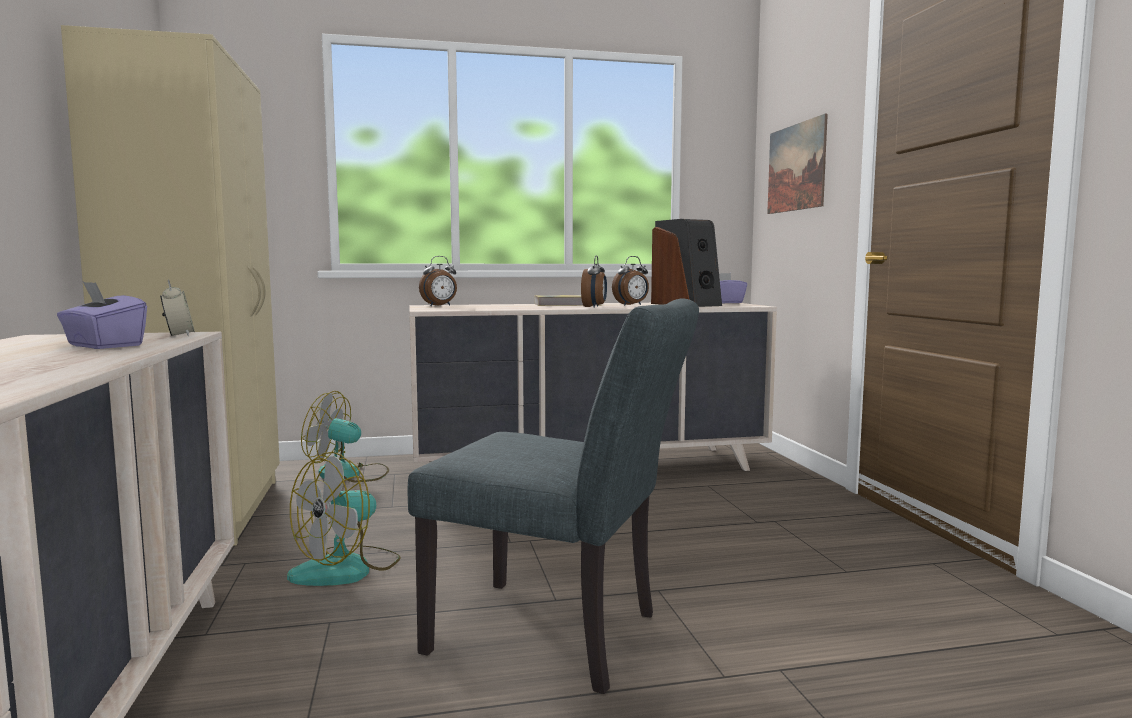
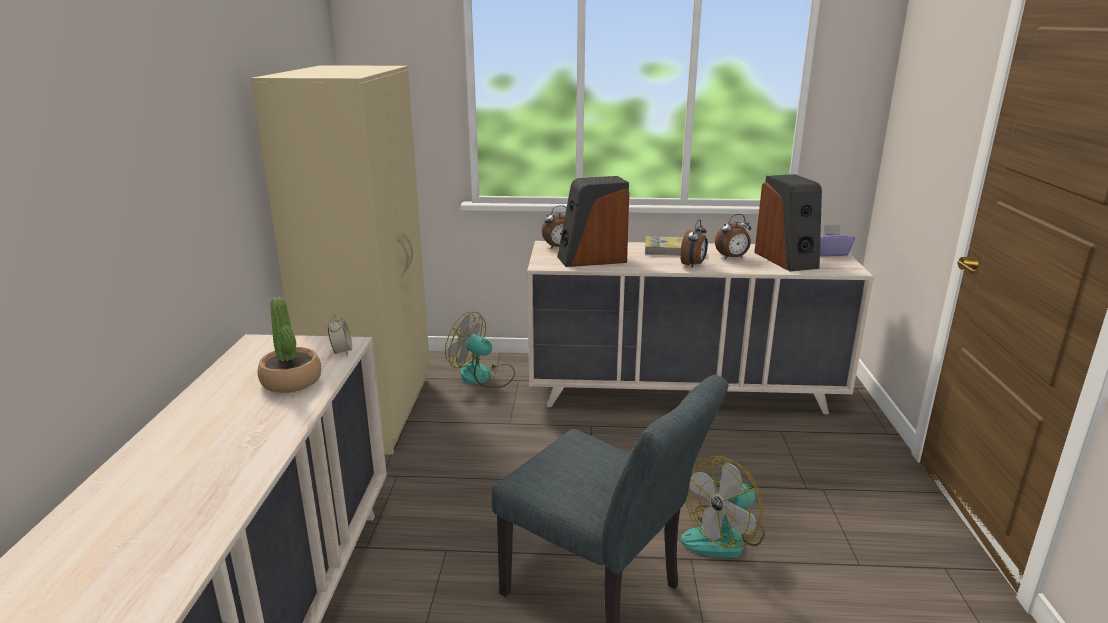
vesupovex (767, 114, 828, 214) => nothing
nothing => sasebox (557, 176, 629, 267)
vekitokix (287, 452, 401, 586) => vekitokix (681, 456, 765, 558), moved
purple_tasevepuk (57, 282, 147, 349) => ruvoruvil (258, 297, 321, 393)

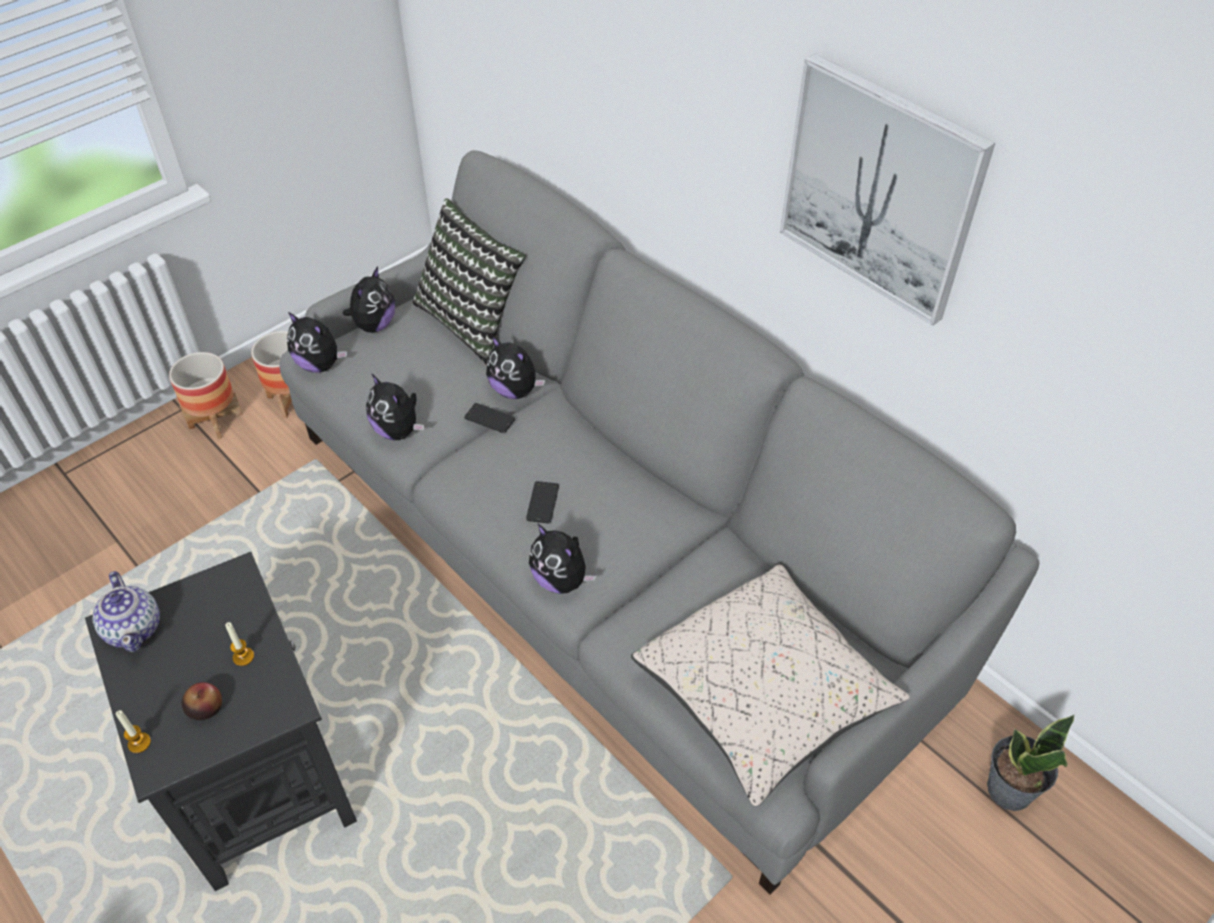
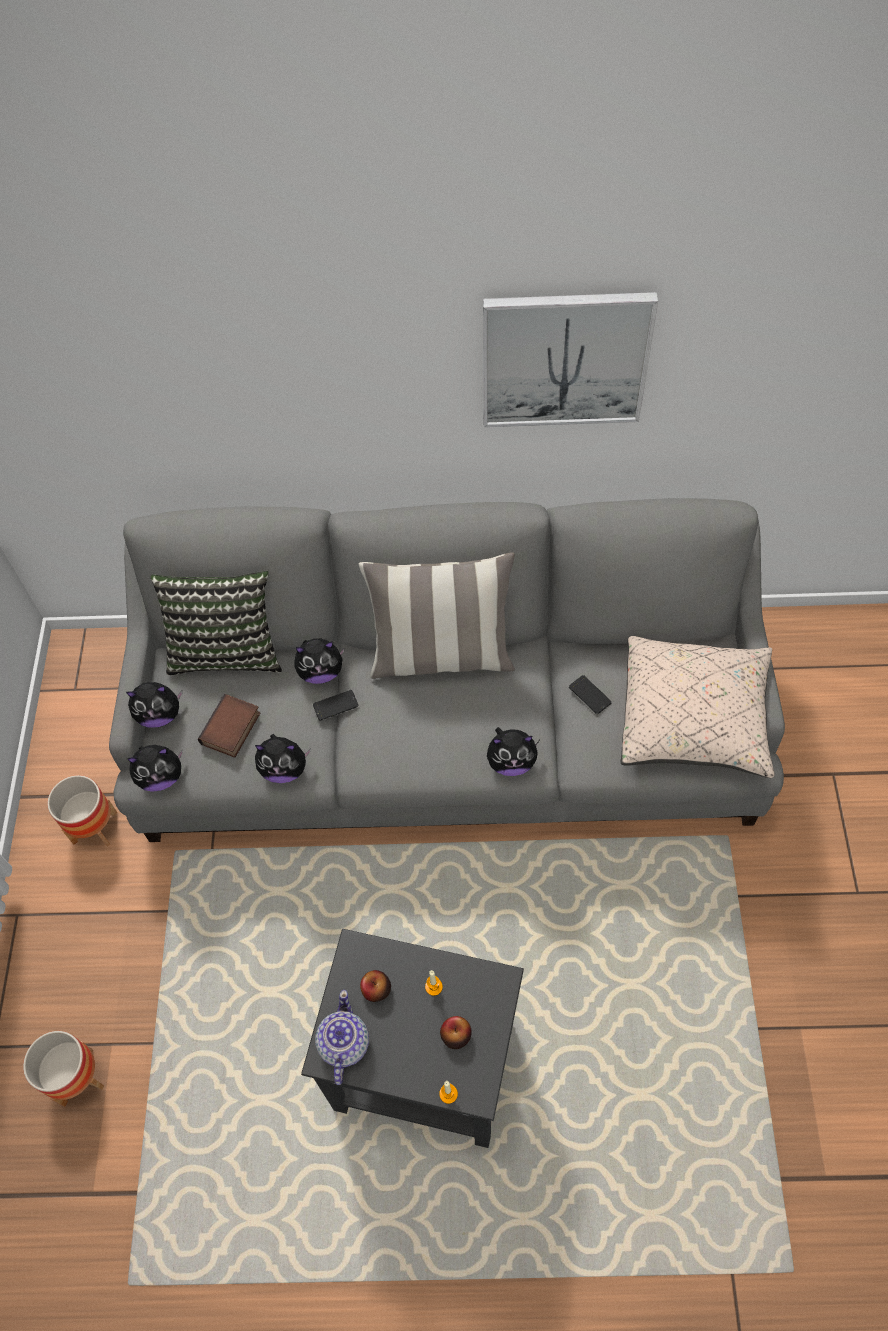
ruvoruvil (987, 715, 1074, 811) => nothing
nothing => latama (198, 694, 260, 758)
nothing => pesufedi (359, 553, 515, 679)
nothing => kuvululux (360, 970, 391, 1002)
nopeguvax (169, 352, 243, 439) => nopeguvax (23, 1031, 104, 1107), moved
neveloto (526, 481, 559, 523) => neveloto (569, 675, 612, 714), moved
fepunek (92, 571, 160, 652) => fepunek (315, 990, 369, 1085), 105 degrees counterclockwise
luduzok (343, 266, 395, 333) => luduzok (126, 682, 183, 728), 105 degrees clockwise

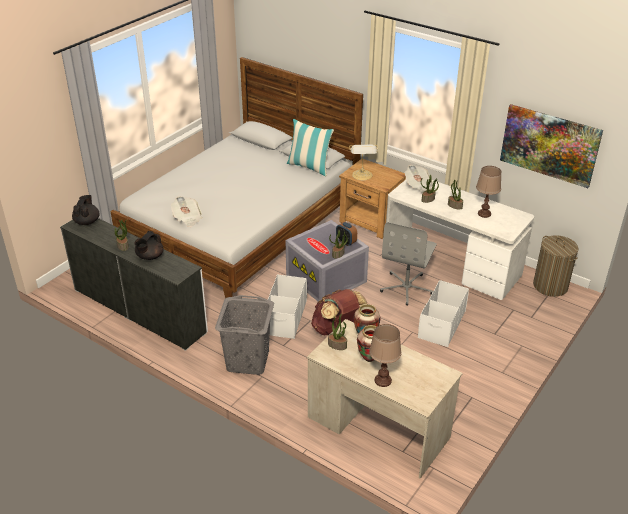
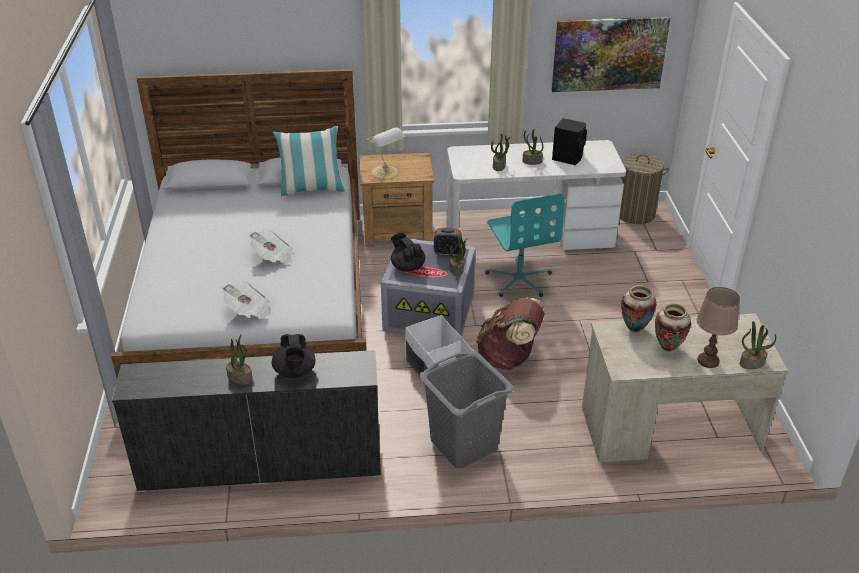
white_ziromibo (418, 280, 469, 347) => nothing
black_fepunek (72, 195, 100, 225) => black_fepunek (391, 233, 426, 272), moved
ruvoruvil (328, 313, 347, 350) => ruvoruvil (740, 321, 776, 369), moved
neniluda (404, 165, 433, 193) => neniluda (249, 230, 293, 265), moved
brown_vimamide (476, 166, 501, 218) => black_sasebox (552, 118, 587, 165)
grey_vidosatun (380, 222, 437, 306) => turquoise_vidosatun (485, 193, 565, 297)

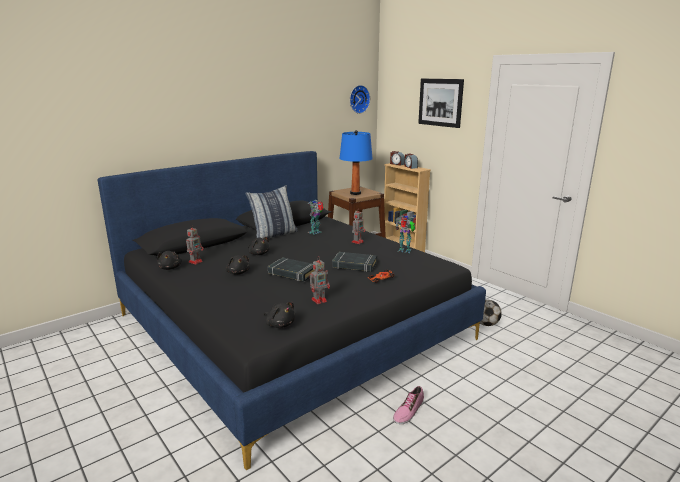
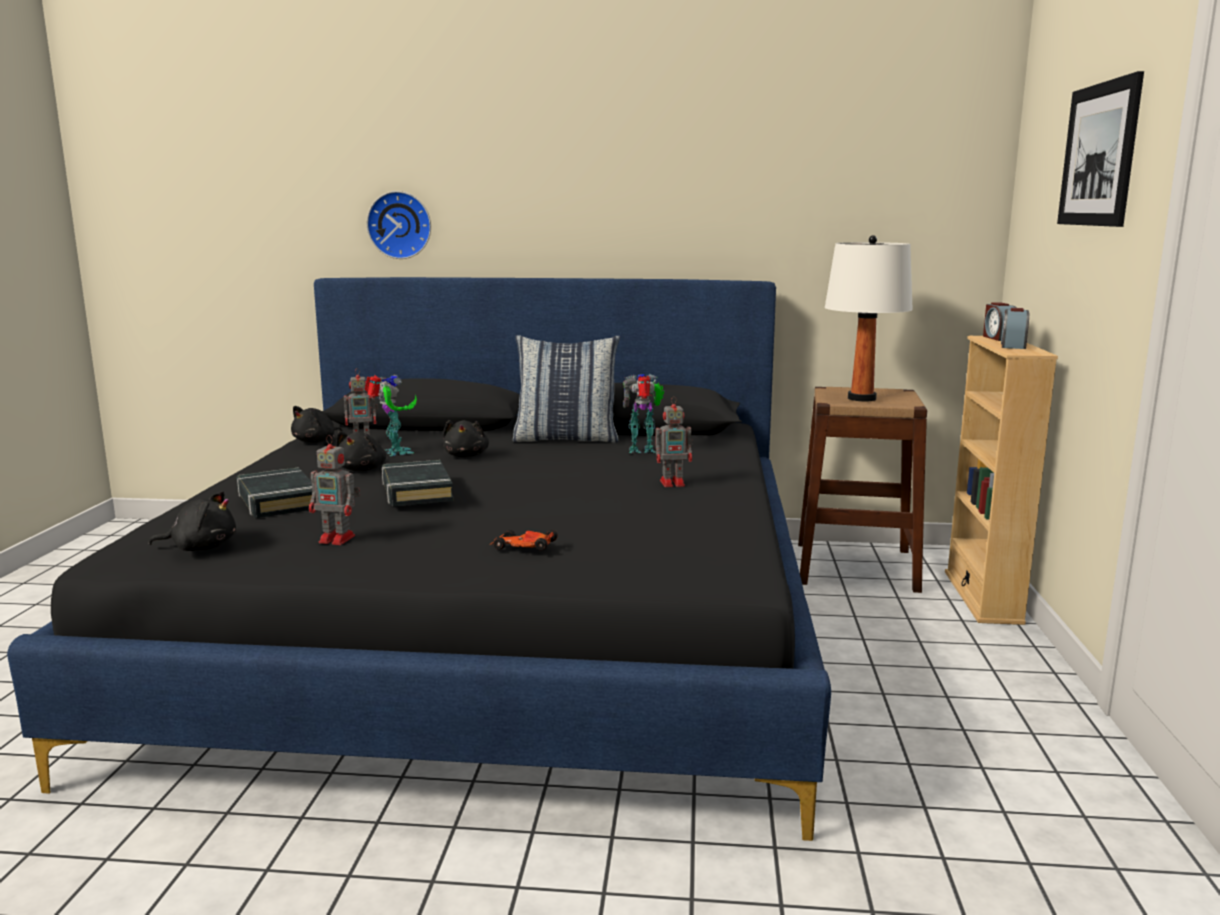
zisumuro (393, 386, 424, 424) => nothing
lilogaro (480, 300, 502, 326) => nothing
black_latama (332, 252, 377, 272) => black_latama (236, 467, 314, 518), moved
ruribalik (350, 85, 370, 114) => ruribalik (367, 191, 431, 259), moved
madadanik (395, 215, 415, 253) => madadanik (364, 375, 417, 456), moved
blue_vimamide (339, 130, 373, 195) => white_vimamide (825, 235, 913, 402)
black_luduzok (264, 301, 295, 328) => black_luduzok (149, 491, 236, 551), 90 degrees counterclockwise

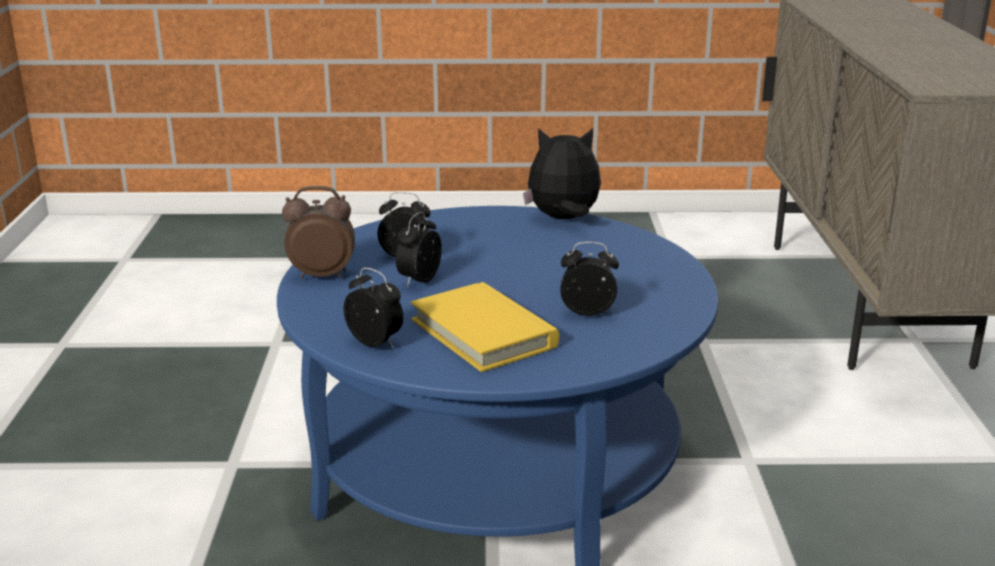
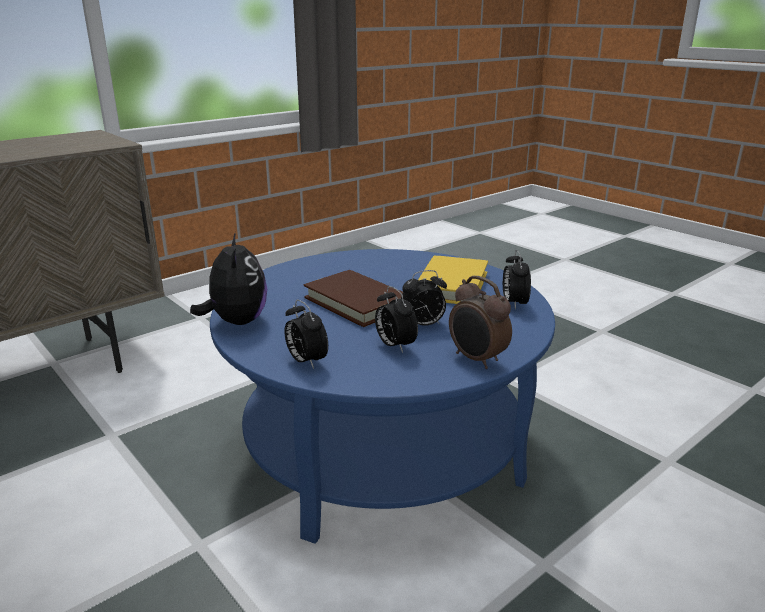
nothing => brown_latama (304, 270, 403, 327)
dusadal (560, 242, 619, 316) => dusadal (284, 300, 328, 369), moved
luduzok (523, 128, 601, 219) => luduzok (190, 232, 267, 325), 150 degrees counterclockwise

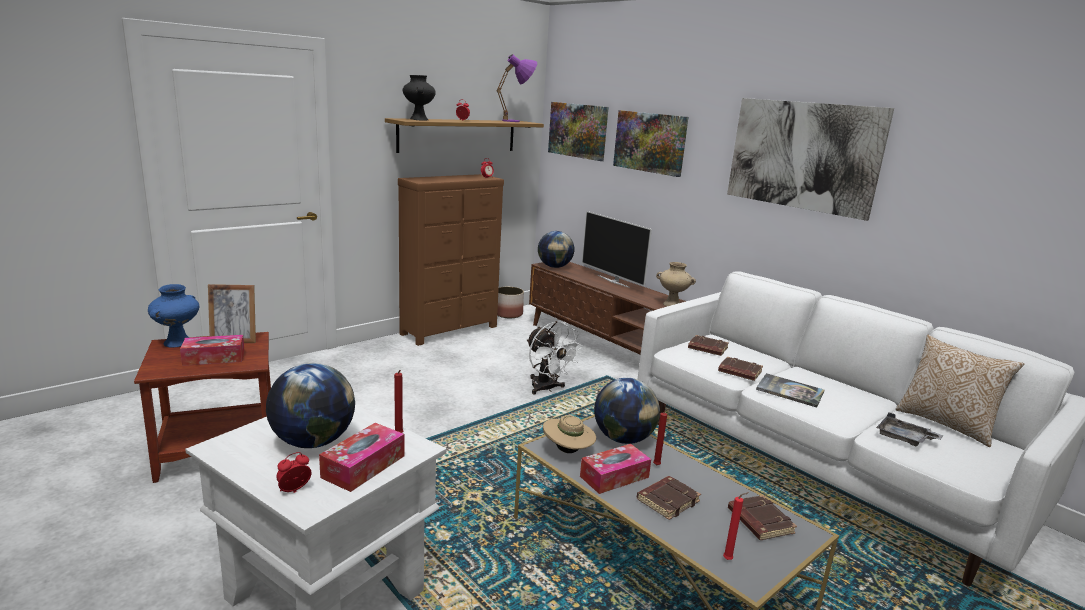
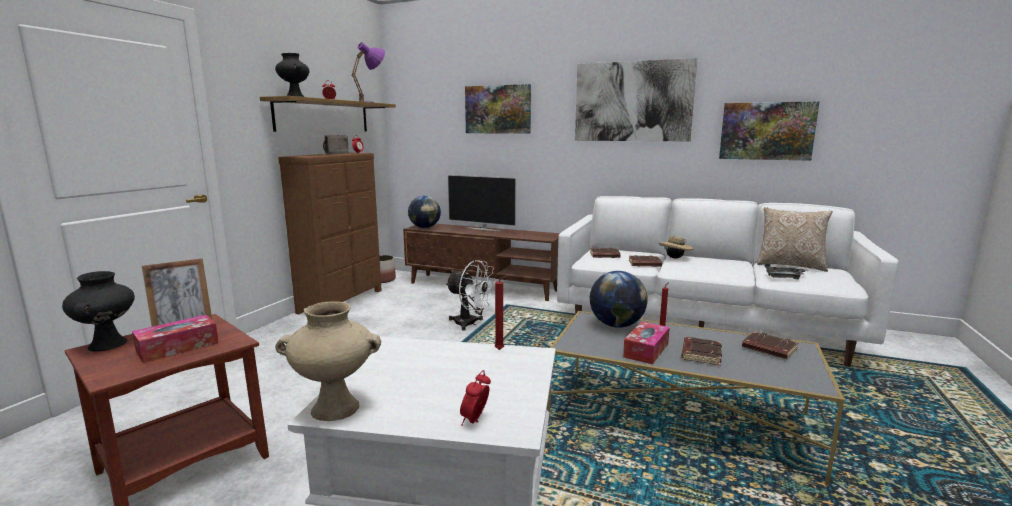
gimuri (266, 363, 355, 448) => nothing
tasevepuk (319, 423, 405, 492) => nothing
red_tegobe (723, 492, 749, 560) => nothing
latama (756, 373, 824, 408) => nothing
nothing => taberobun (323, 135, 349, 154)
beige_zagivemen (543, 415, 596, 453) => beige_zagivemen (659, 236, 694, 259), moved
vesupovex (548, 102, 609, 161) => vesupovex (719, 101, 820, 161), moved
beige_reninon (656, 262, 696, 306) => beige_reninon (275, 301, 381, 421), moved
blue_reninon (148, 284, 199, 347) => black_reninon (62, 271, 135, 351)

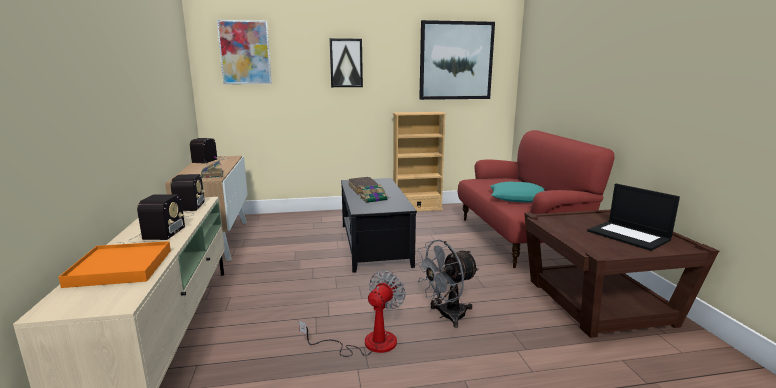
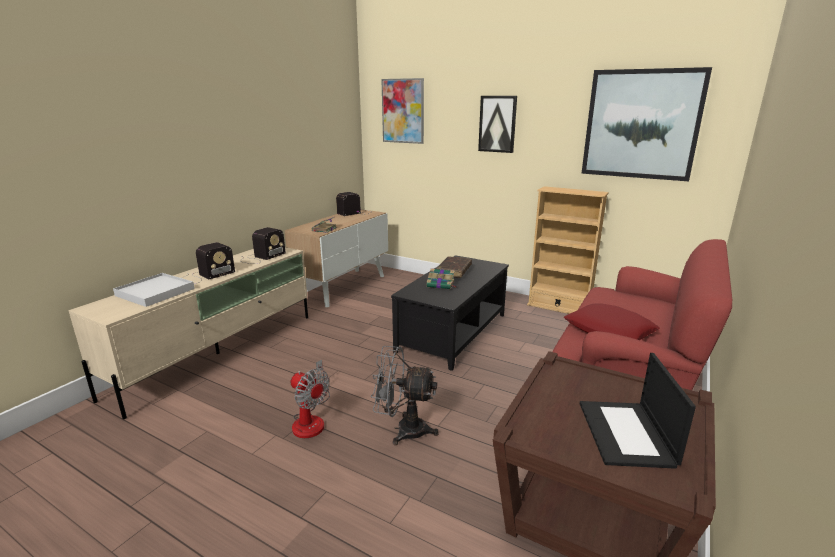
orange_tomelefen (59, 241, 171, 288) => white_tomelefen (113, 273, 195, 307)
turquoise_pesufedi (490, 182, 544, 203) => red_pesufedi (564, 303, 660, 340)
vekitokix (299, 271, 406, 357) => vekitokix (291, 360, 330, 438), 60 degrees clockwise

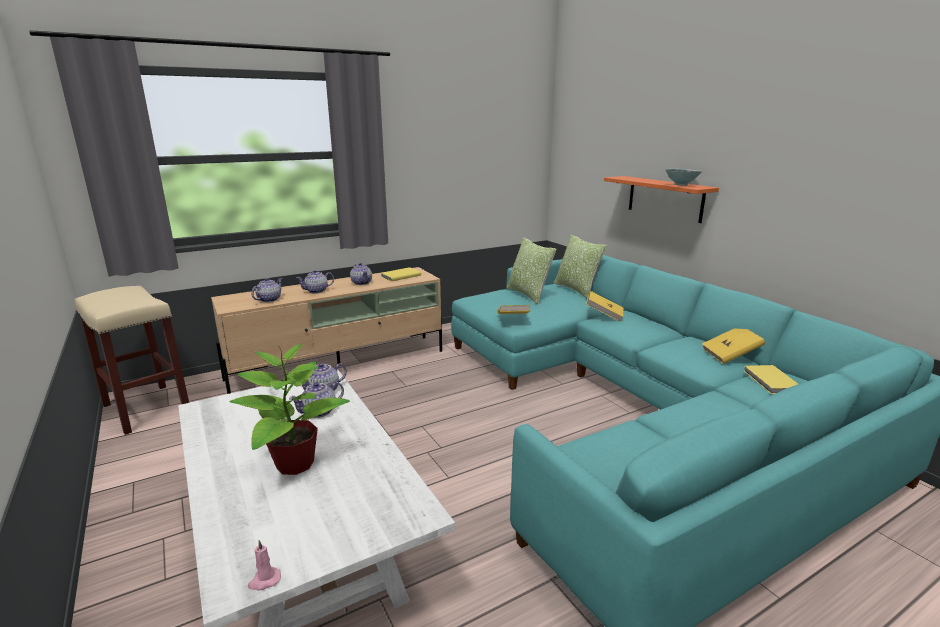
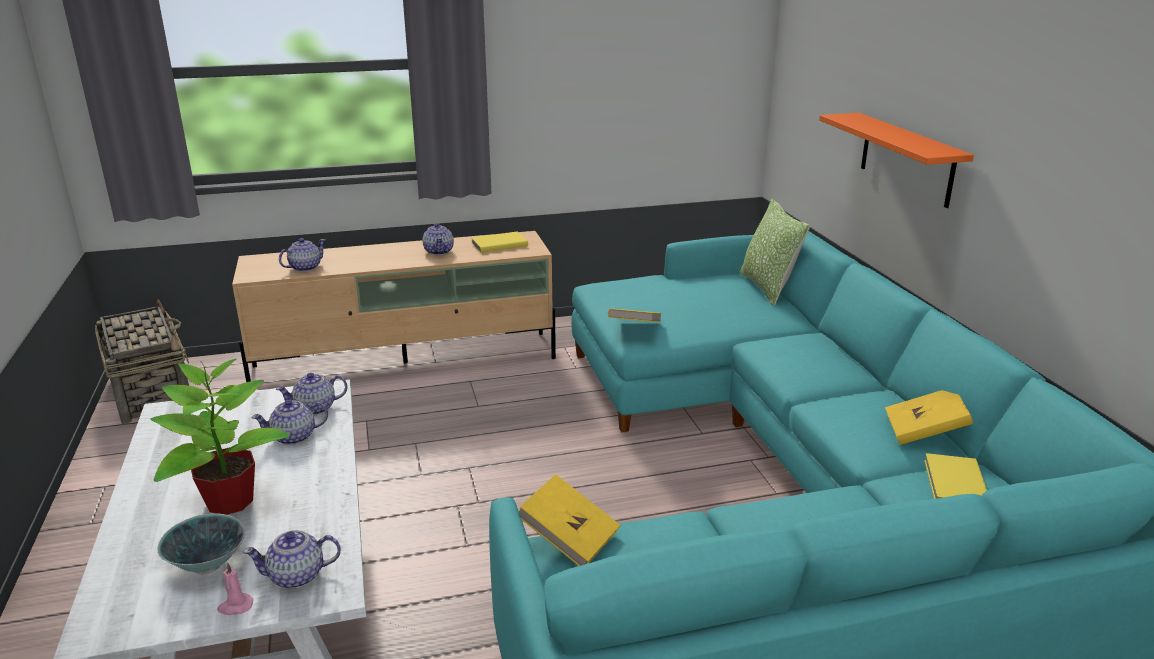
pesufedi (506, 237, 556, 304) => nothing
pink_tegobe (248, 540, 281, 591) => pink_tegobe (217, 562, 253, 615), moved
fepunek (297, 270, 334, 294) => fepunek (243, 530, 341, 589), moved
yellow_latama (586, 291, 623, 322) => yellow_latama (519, 474, 620, 566), moved
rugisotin (665, 168, 702, 186) => rugisotin (158, 513, 246, 574), moved
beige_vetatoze (75, 286, 189, 435) => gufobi (95, 299, 189, 424)

